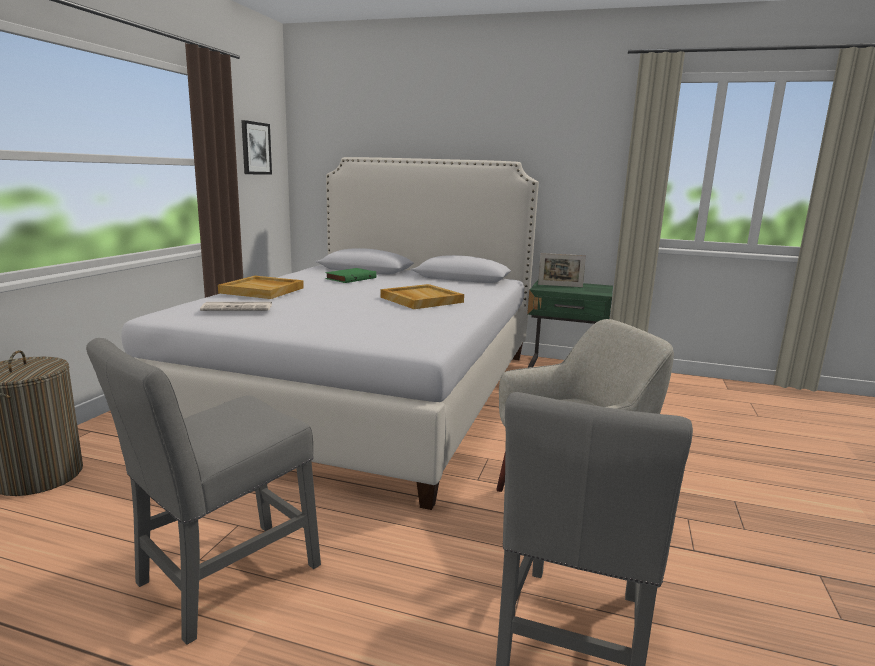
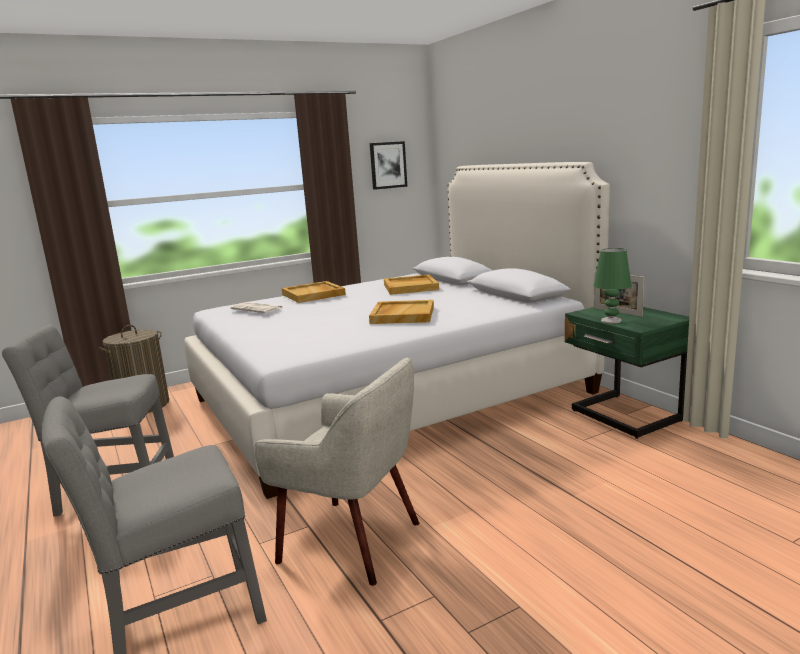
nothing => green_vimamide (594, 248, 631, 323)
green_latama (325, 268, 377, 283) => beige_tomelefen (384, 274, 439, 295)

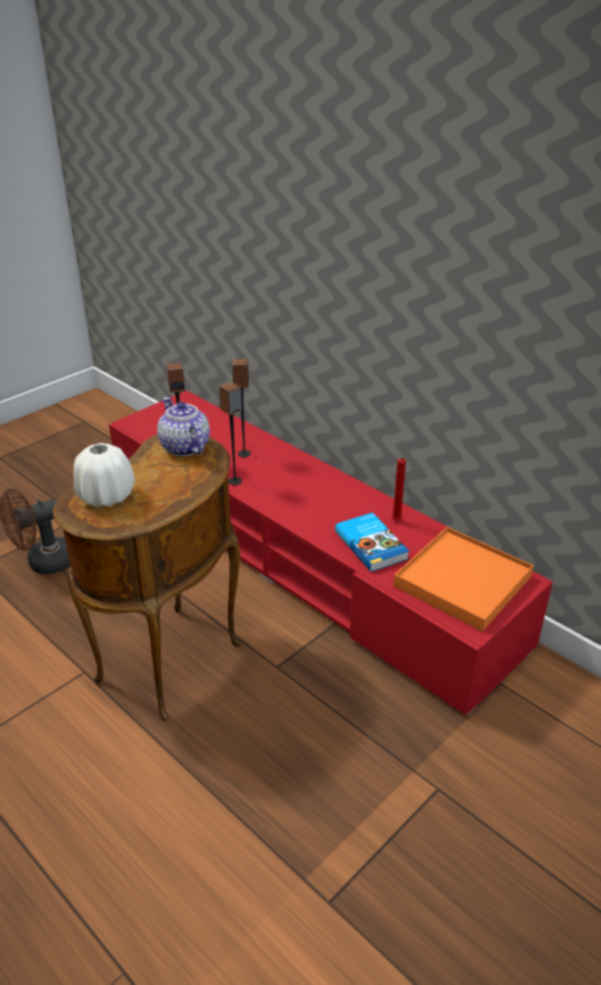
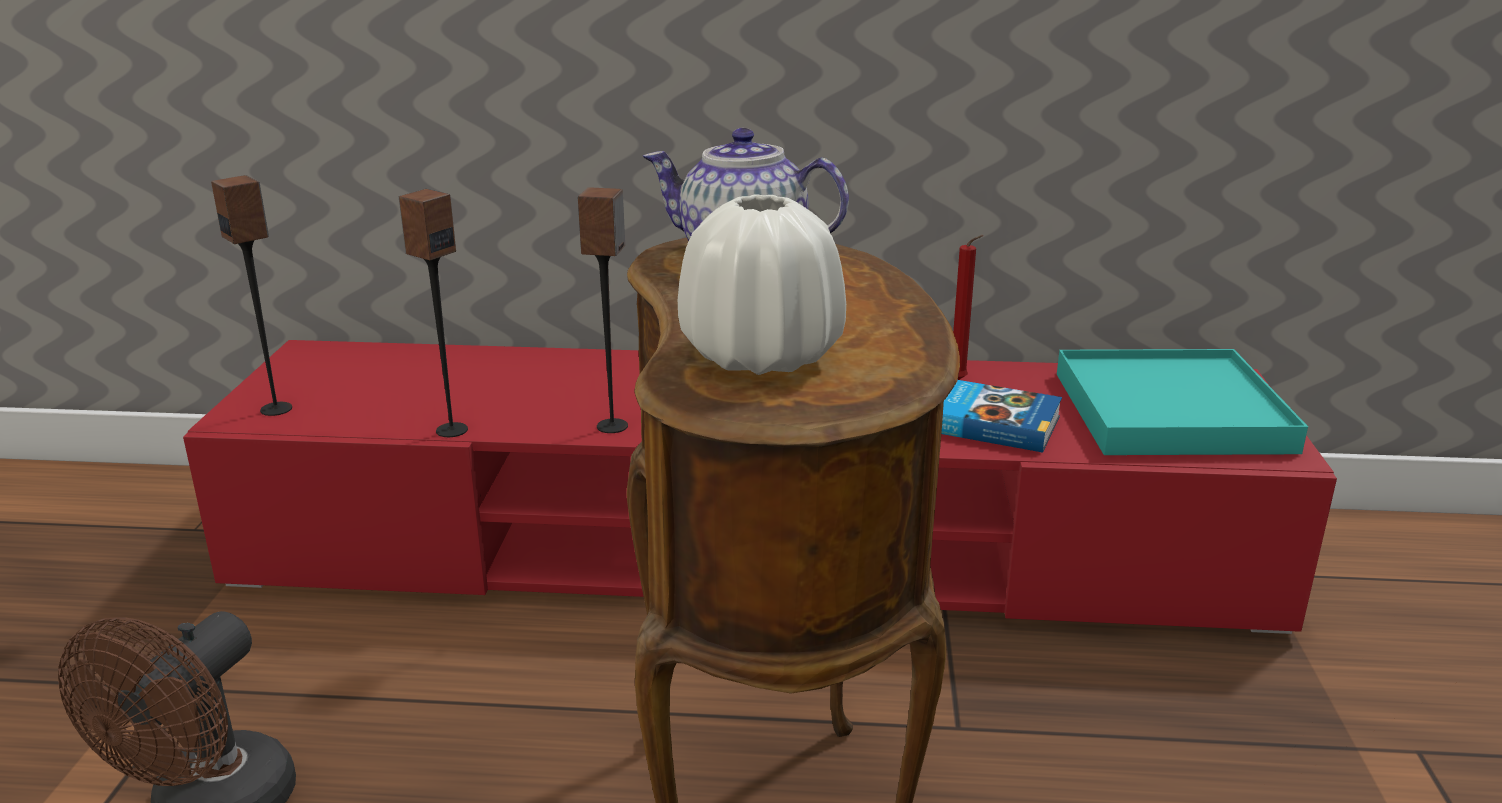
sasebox (232, 359, 251, 457) => sasebox (211, 175, 292, 416), moved
orange_tomelefen (393, 527, 534, 632) => turquoise_tomelefen (1057, 349, 1308, 455)

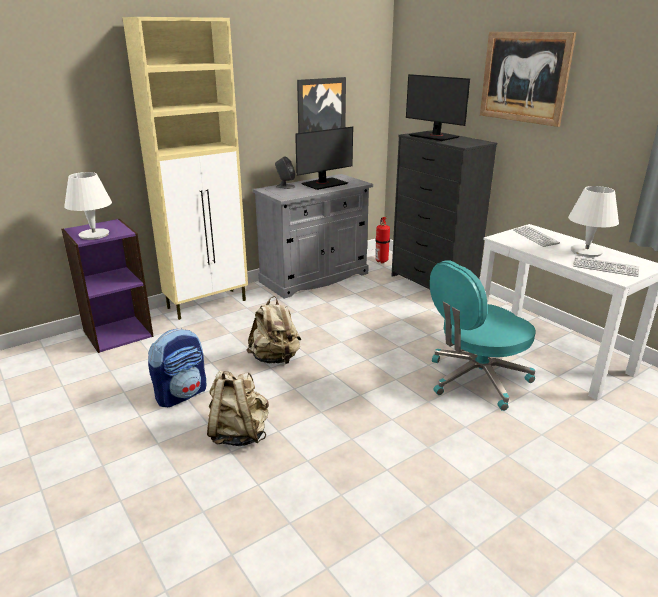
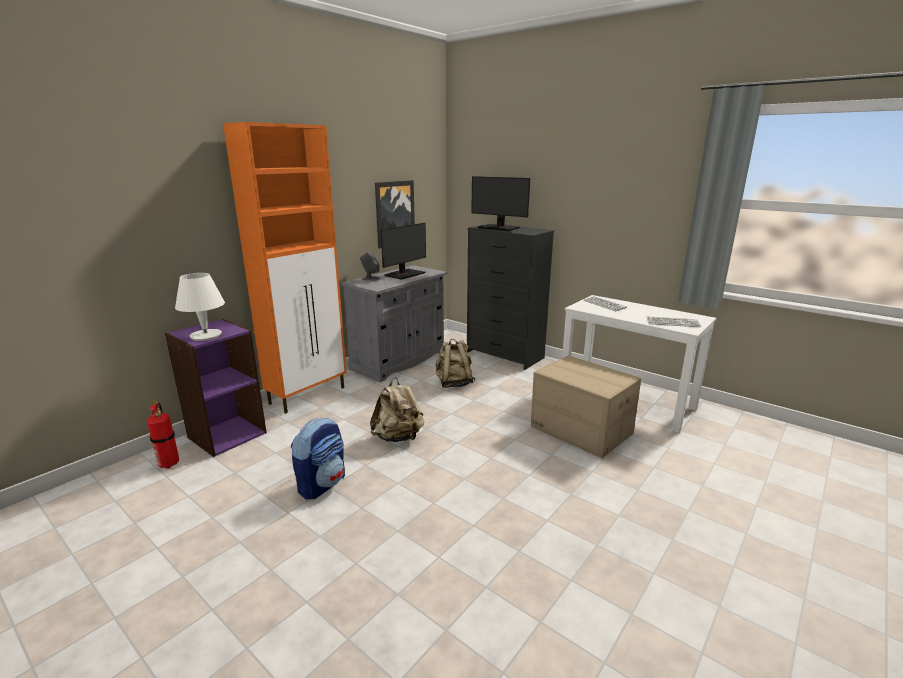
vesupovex (480, 32, 576, 127) => nothing
white_vimamide (568, 186, 619, 257) => nothing
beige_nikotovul (207, 371, 269, 446) => beige_nikotovul (435, 339, 475, 388), moved
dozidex (375, 217, 390, 263) => dozidex (147, 400, 179, 469), moved
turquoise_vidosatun (430, 260, 536, 411) => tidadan (531, 355, 641, 458)
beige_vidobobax (122, 17, 248, 320) => orange_vidobobax (223, 122, 347, 413)

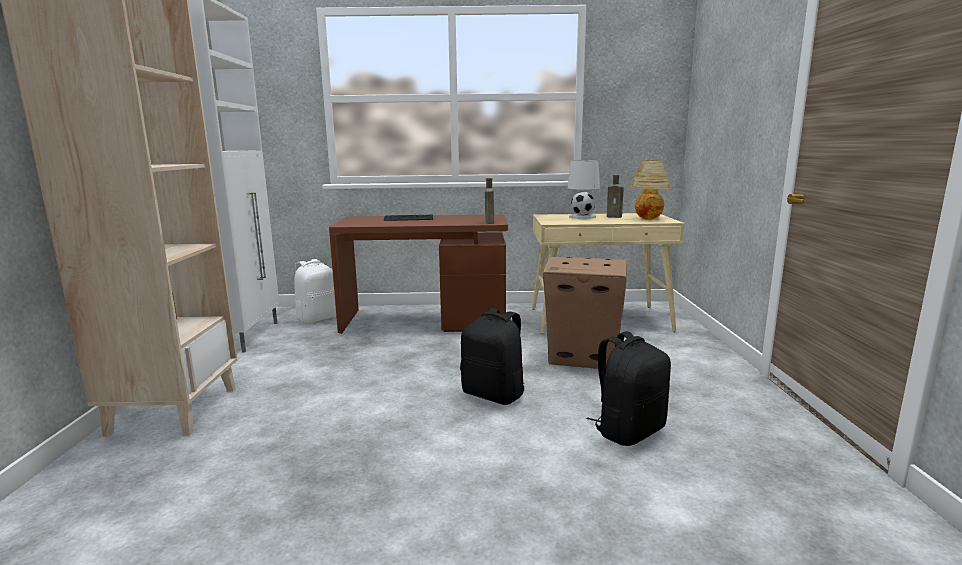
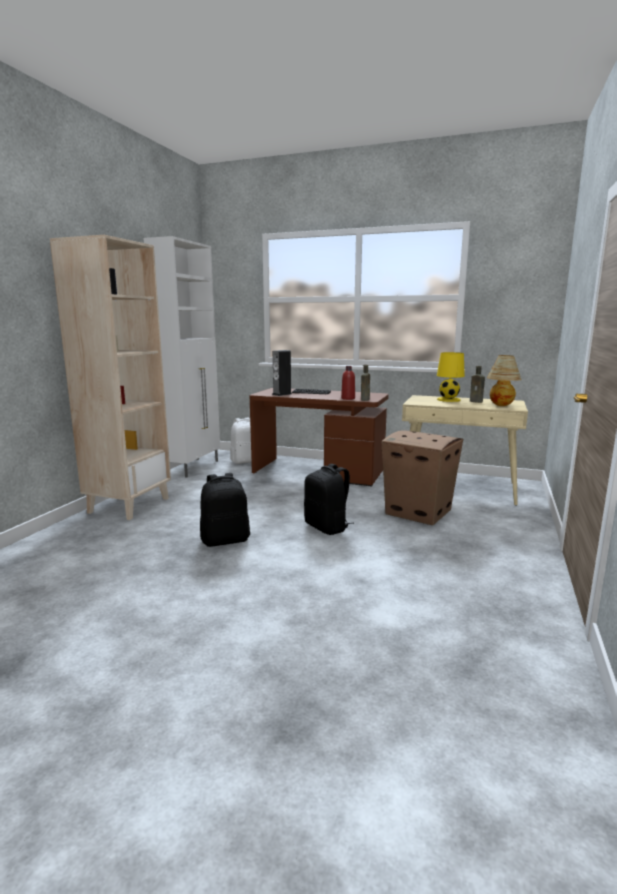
nothing => sasebox (272, 350, 292, 396)
nothing => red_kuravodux (341, 366, 355, 400)
black_nikotovul (587, 331, 671, 446) => black_nikotovul (200, 473, 250, 547), moved
white_vimamide (567, 160, 600, 219) => yellow_vimamide (437, 352, 465, 402)

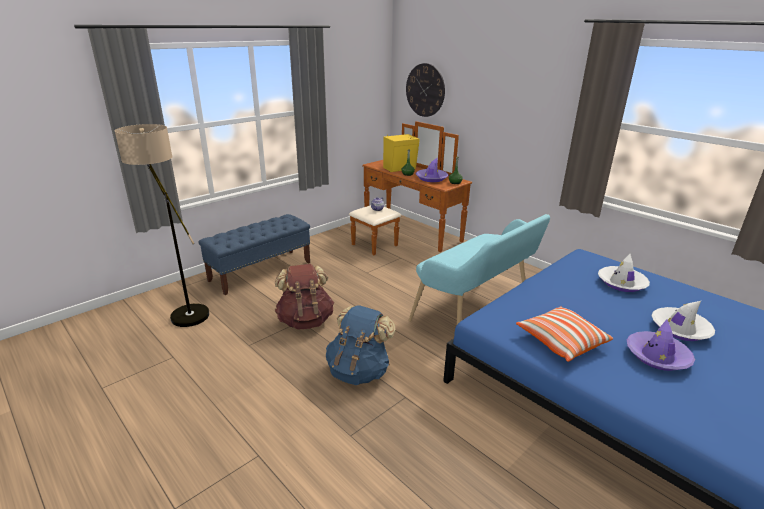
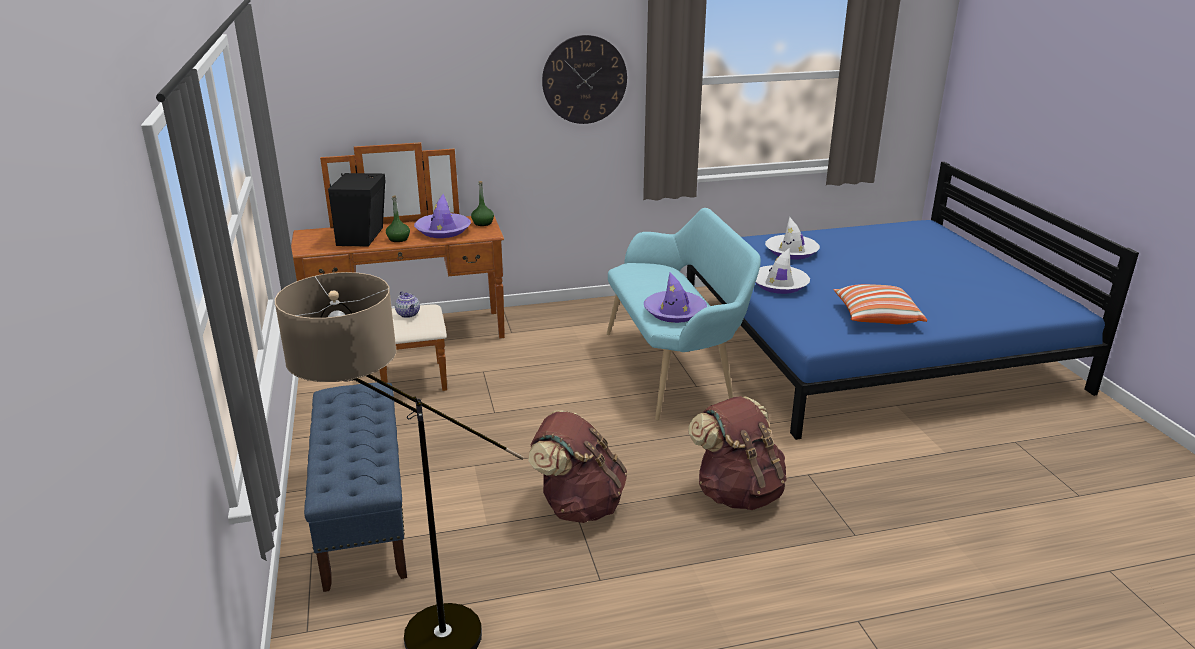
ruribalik (406, 63, 445, 117) => ruribalik (542, 35, 627, 124), moved
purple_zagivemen (627, 320, 695, 371) => purple_zagivemen (644, 273, 707, 323), moved
white_zagivemen (651, 301, 715, 341) => white_zagivemen (755, 248, 810, 294), moved
blue_nikotovul (326, 305, 395, 385) => brown_nikotovul (688, 396, 787, 510)
yellow_sasebox (383, 133, 419, 172) => black_sasebox (328, 173, 386, 247)

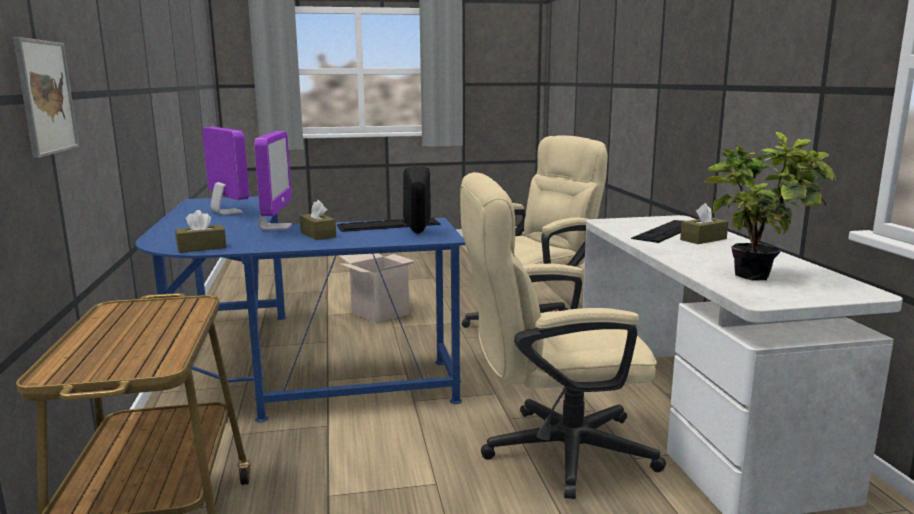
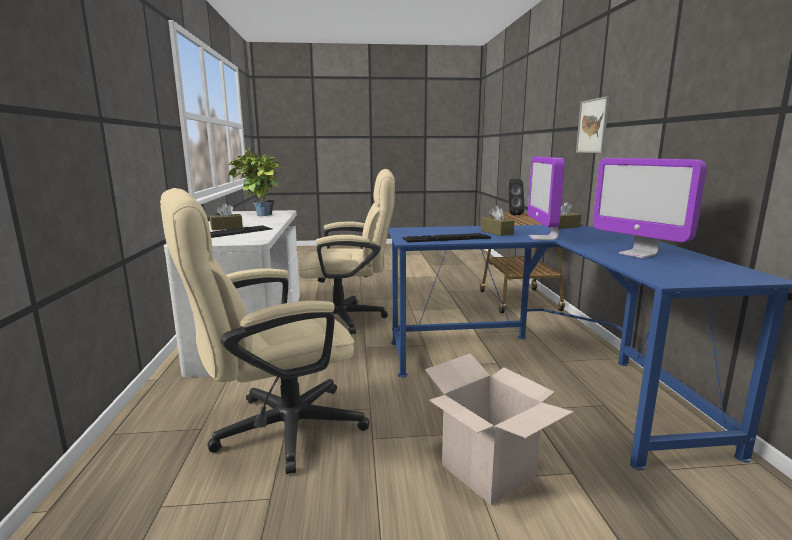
black_sasebox (403, 167, 431, 234) => black_sasebox (509, 179, 525, 215), moved

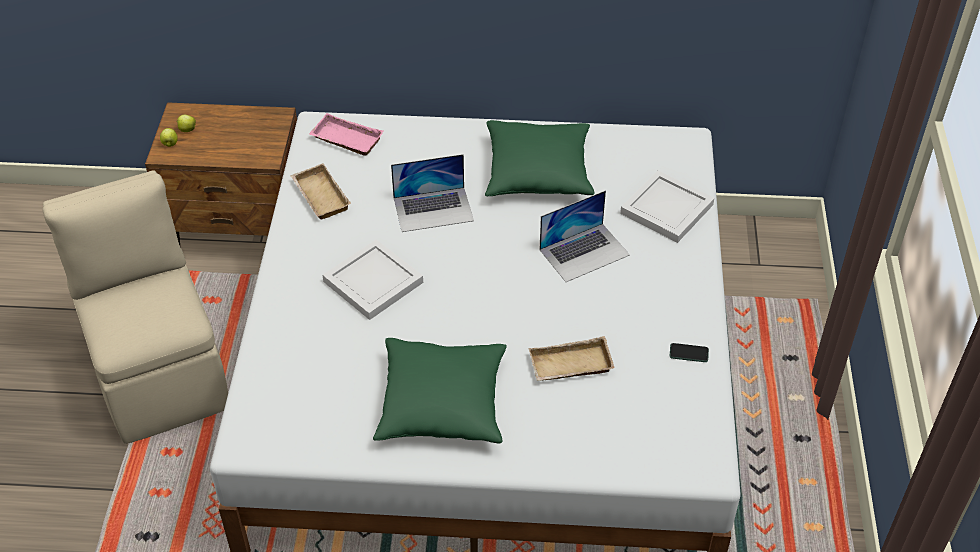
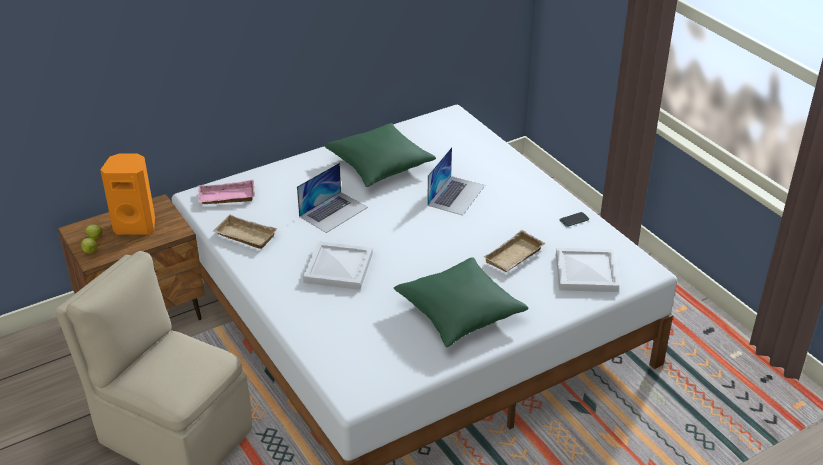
nothing => orange_sasebox (100, 153, 155, 235)
white_tomelefen (620, 170, 714, 243) => white_tomelefen (556, 248, 619, 292), moved

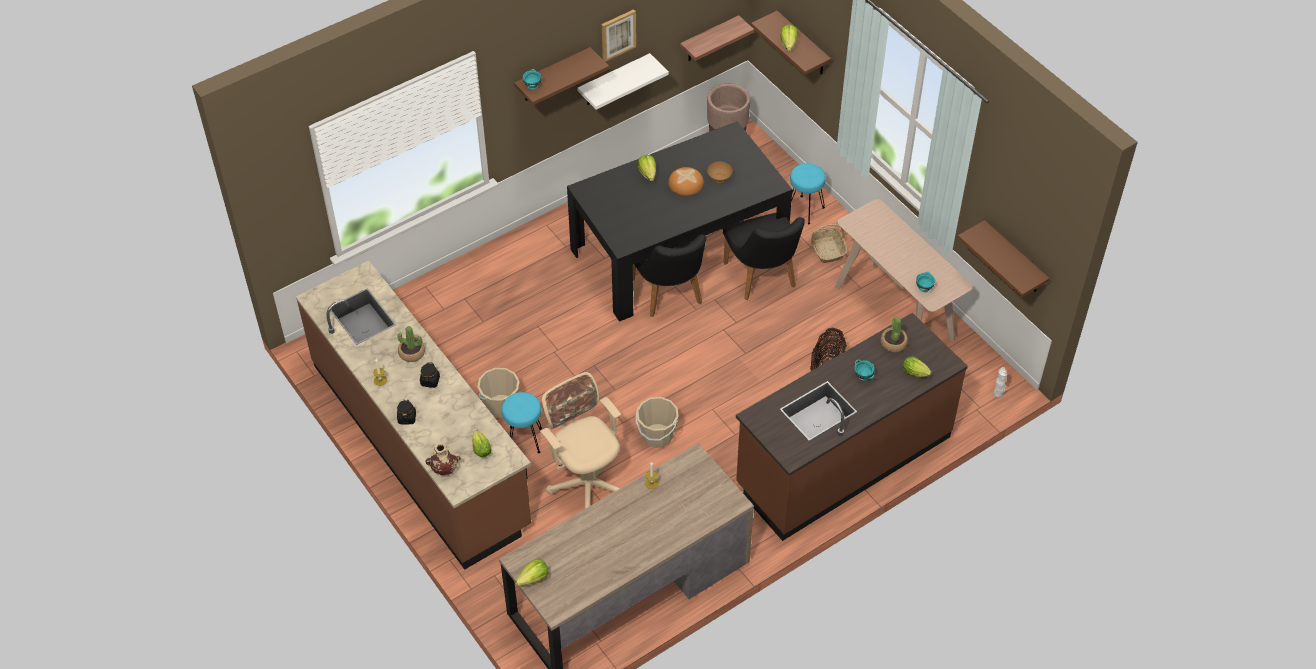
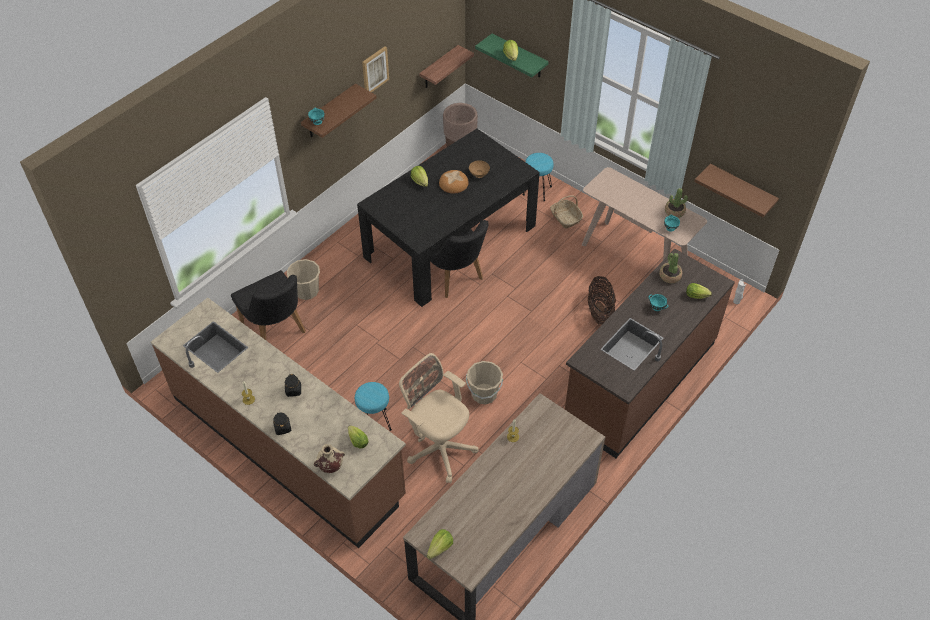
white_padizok (577, 53, 669, 110) => nothing
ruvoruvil (397, 326, 425, 362) => ruvoruvil (665, 188, 688, 218), moved
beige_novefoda (478, 368, 519, 418) => beige_novefoda (287, 259, 320, 300), moved
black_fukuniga (723, 213, 805, 300) => black_fukuniga (231, 270, 306, 340), moved
brown_padizok (751, 11, 831, 75) => green_padizok (475, 33, 549, 77)

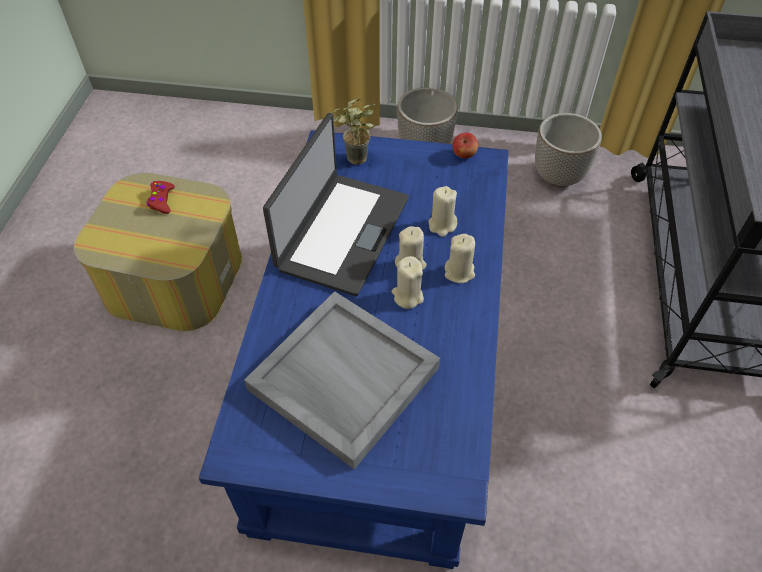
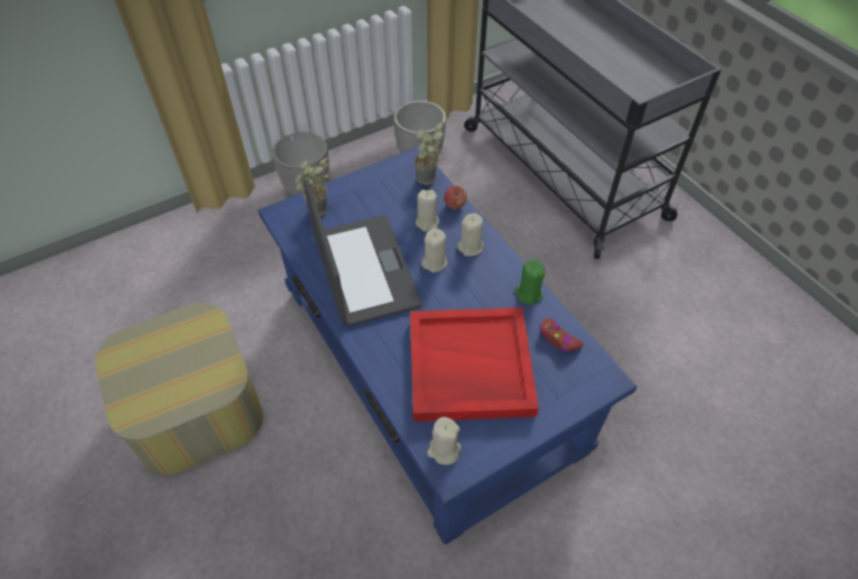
nothing => ruvoruvil (414, 121, 443, 185)
nothing => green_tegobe (515, 260, 545, 305)
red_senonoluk (147, 181, 175, 214) => red_senonoluk (539, 318, 583, 352), moved
beige_tegobe (392, 256, 424, 309) => beige_tegobe (427, 417, 461, 465), moved
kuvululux (452, 132, 478, 158) => kuvululux (444, 185, 467, 209), moved
grey_tomelefen (244, 291, 440, 469) => red_tomelefen (410, 307, 539, 422)

